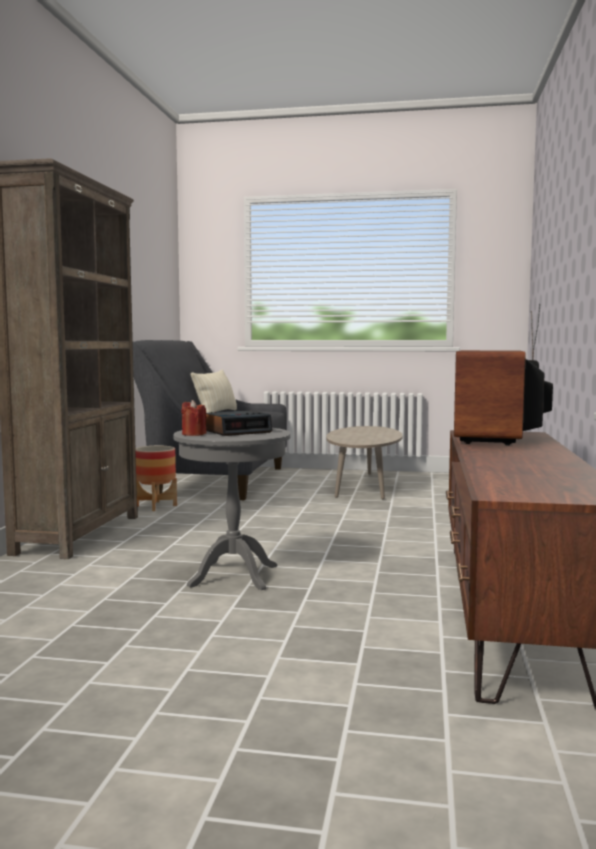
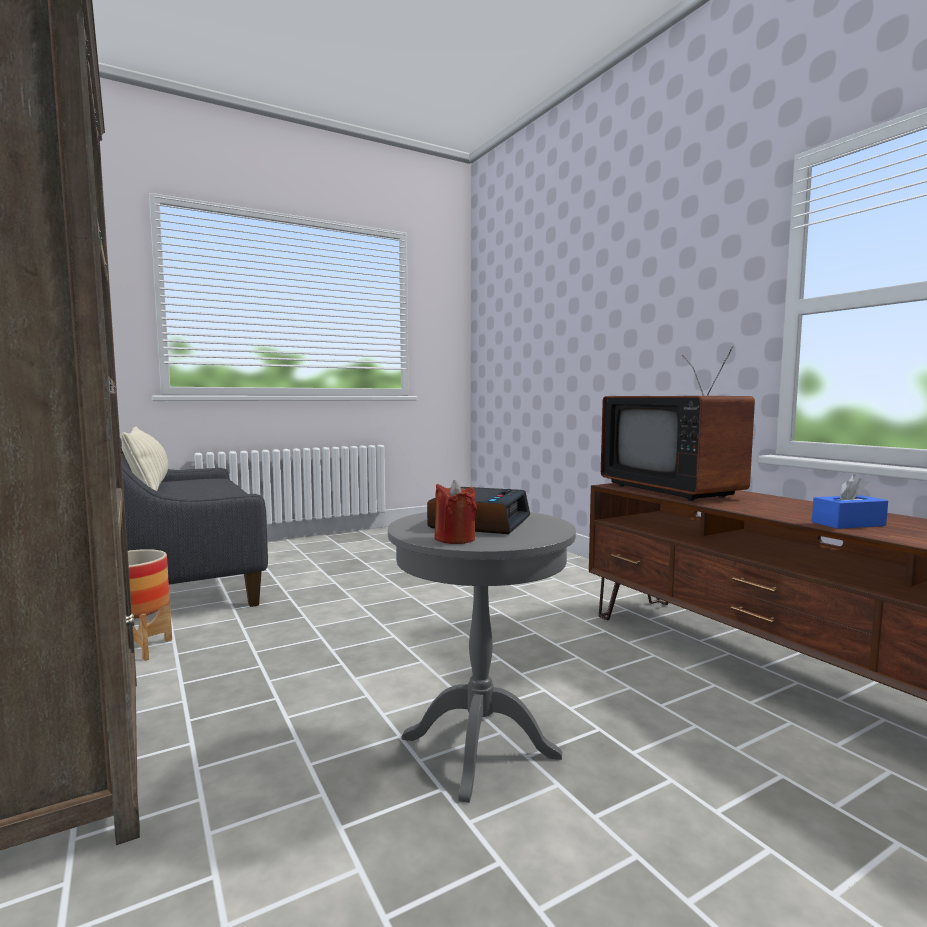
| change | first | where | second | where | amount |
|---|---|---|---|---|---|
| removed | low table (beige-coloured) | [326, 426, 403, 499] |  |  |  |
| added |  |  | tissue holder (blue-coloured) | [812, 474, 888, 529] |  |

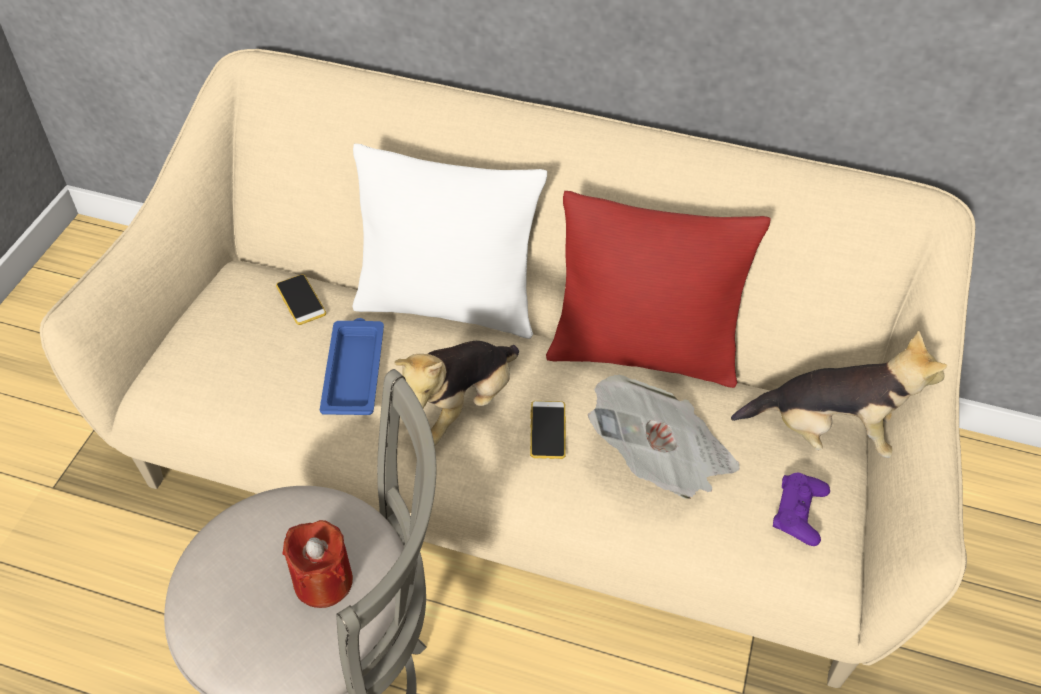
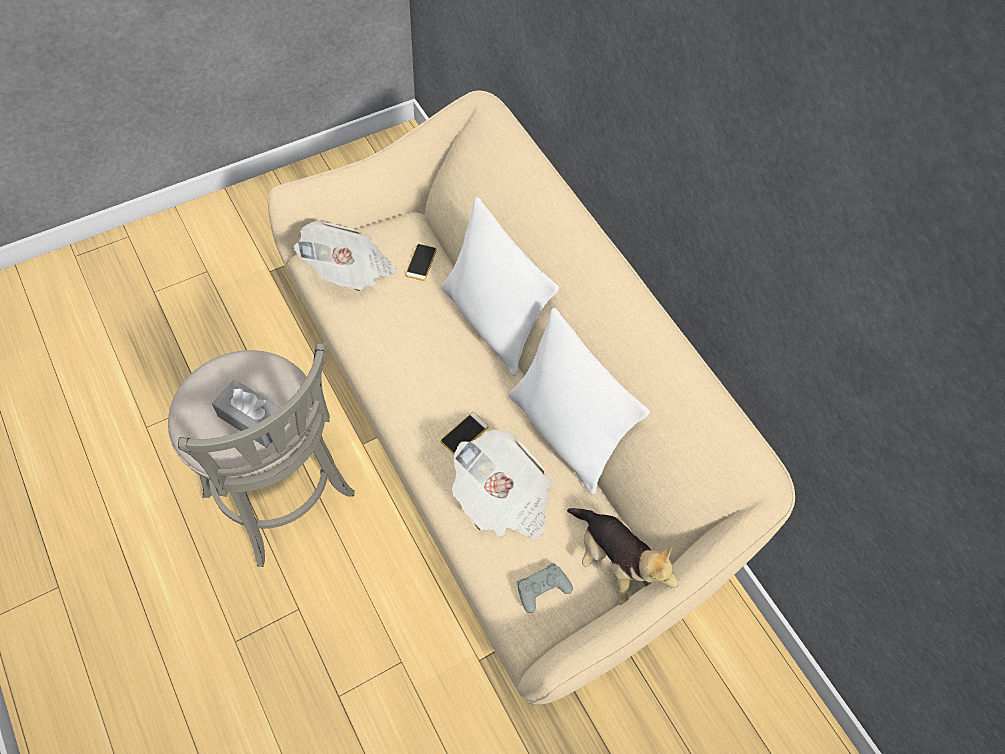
| change | first | where | second | where | amount |
|---|---|---|---|---|---|
| recoloured | cushion (red) | [546, 191, 771, 388] | cushion (whitish) | [508, 307, 650, 495] |  |
| removed | serving tray (blue-coloured) | [320, 318, 384, 415] |  |  |  |
| removed | plush toy | [394, 341, 519, 445] |  |  |  |
| recoloured | game controller (purple) | [773, 473, 830, 546] | game controller (gray) | [517, 563, 573, 613] |  |
| replaced | candle (red) | [282, 520, 353, 608] | tissue holder (gray) | [212, 379, 288, 448] |  |
| added |  |  | newspaper | [293, 221, 397, 291] |  |

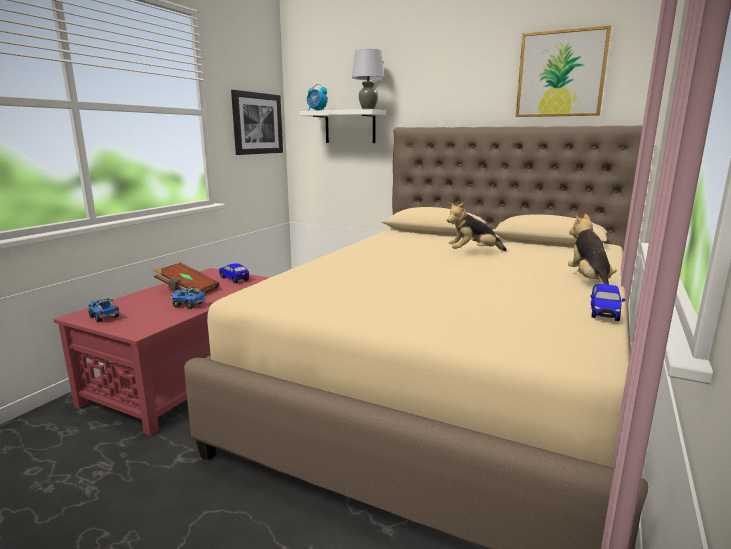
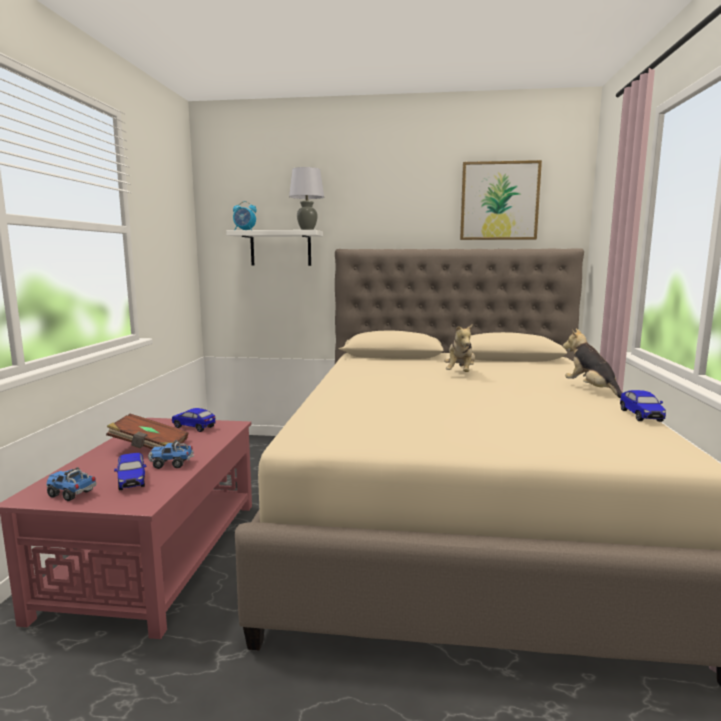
| change | first | where | second | where | amount |
|---|---|---|---|---|---|
| removed | wall picture | [231, 90, 283, 155] |  |  |  |
| turned | plush toy | [447, 202, 507, 251] |  | [444, 324, 475, 372] | 45 degrees counterclockwise |
| added |  |  | toy car | [114, 453, 146, 491] |  |

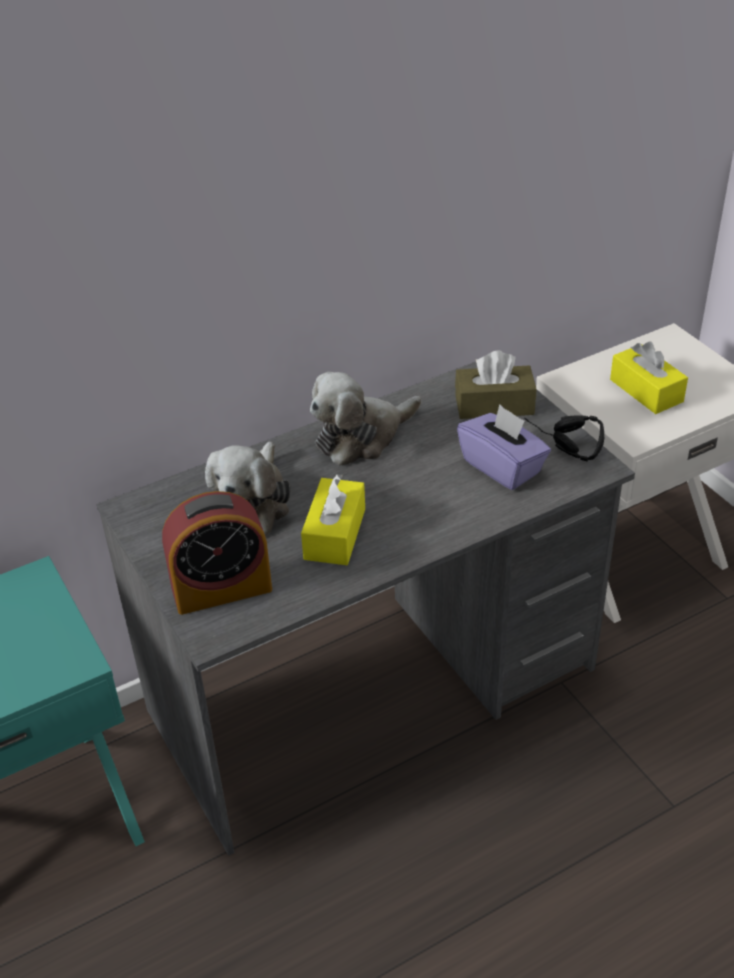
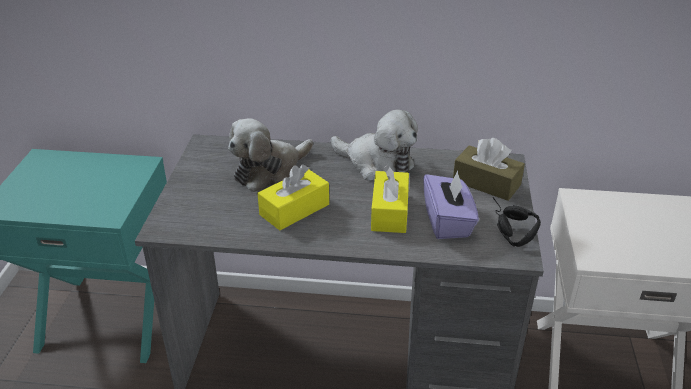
| change | first | where | second | where | amount |
|---|---|---|---|---|---|
| moved | tissue holder (yellowish) | [610, 341, 688, 414] |  | [371, 165, 409, 233] |  |
| turned | plush toy | [310, 372, 421, 466] |  | [331, 109, 418, 181] | 150 degrees counterclockwise |
| removed | alarm clock | [162, 491, 272, 615] |  |  |  |

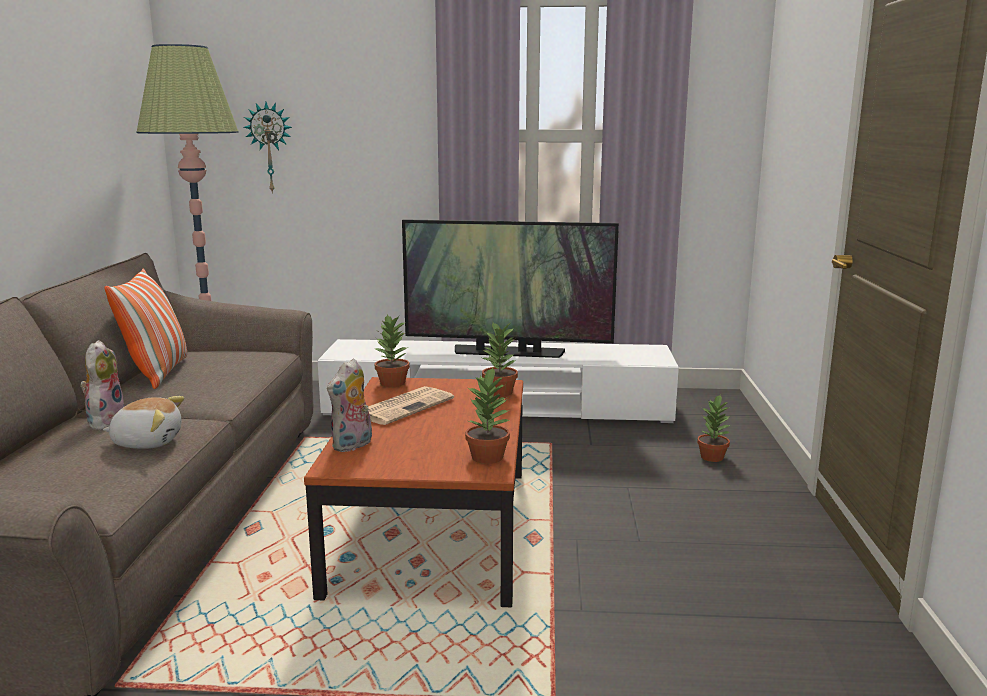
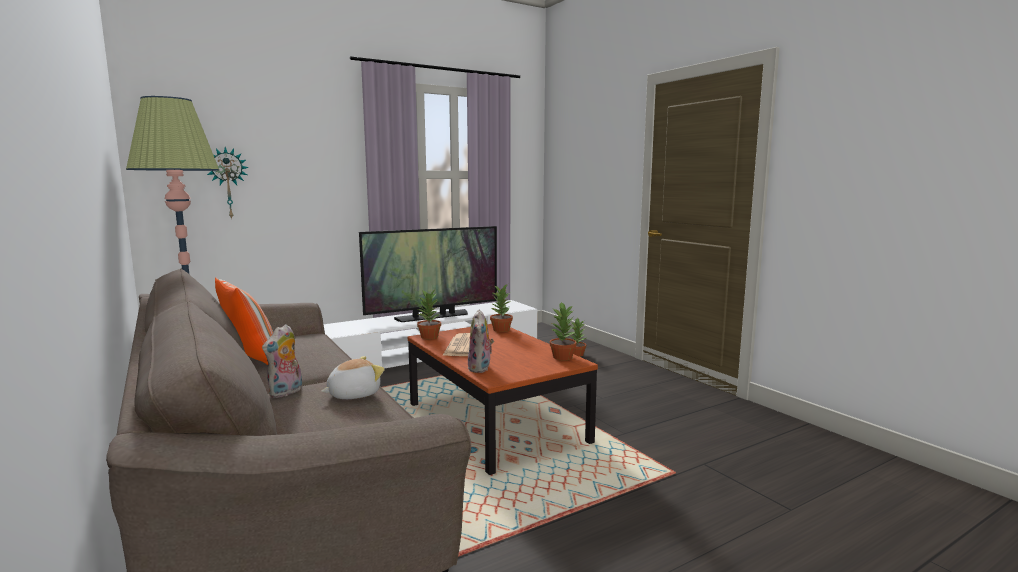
| change | first | where | second | where | amount |
|---|---|---|---|---|---|
| turned | plush toy | [80, 340, 124, 430] |  | [262, 324, 302, 398] | 120 degrees counterclockwise |

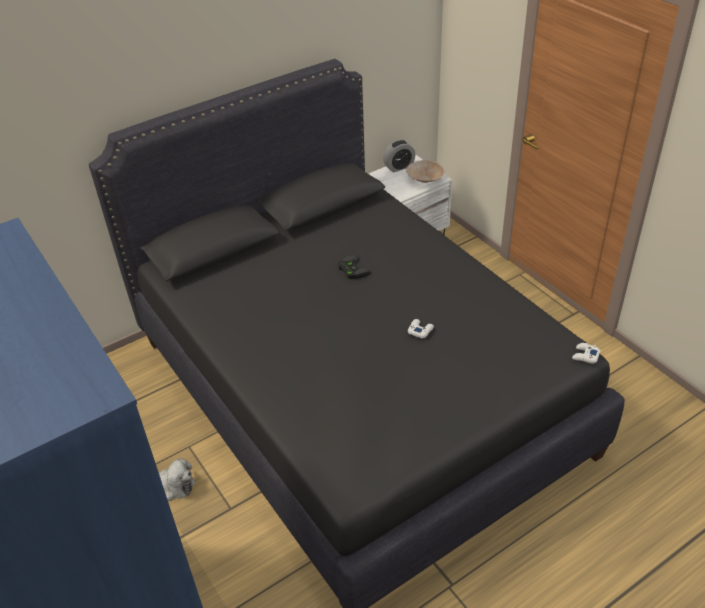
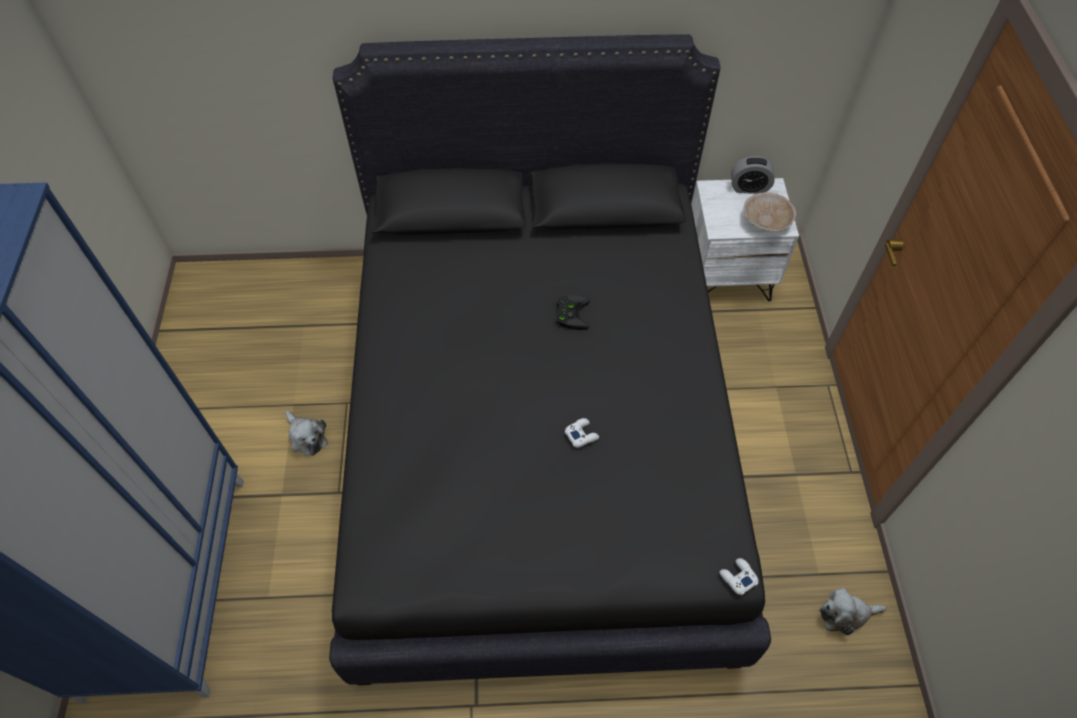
| change | first | where | second | where | amount |
|---|---|---|---|---|---|
| added |  |  | plush toy | [820, 588, 887, 635] |  |

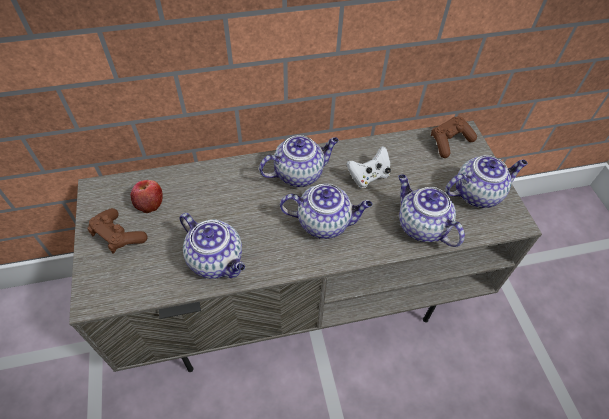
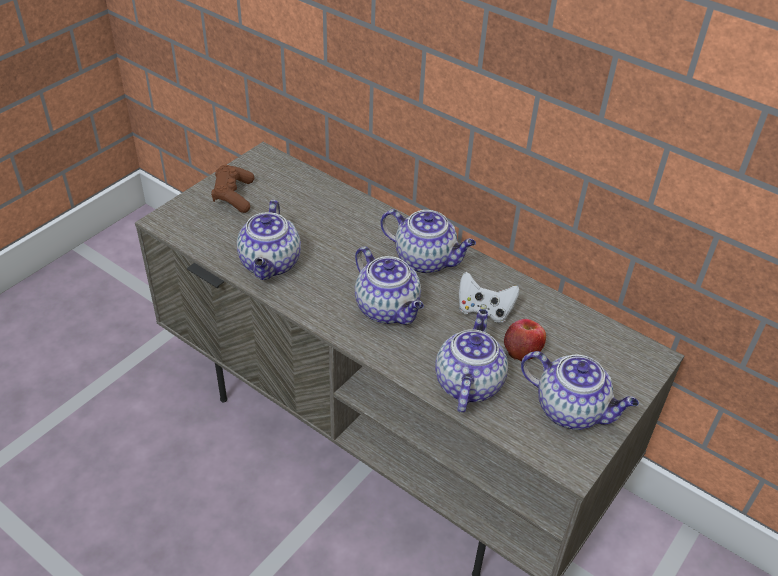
| change | first | where | second | where | amount |
|---|---|---|---|---|---|
| removed | game controller (brown-coloured) | [431, 116, 477, 158] |  |  |  |
| moved | apple | [131, 180, 163, 213] |  | [504, 319, 546, 361] |  |

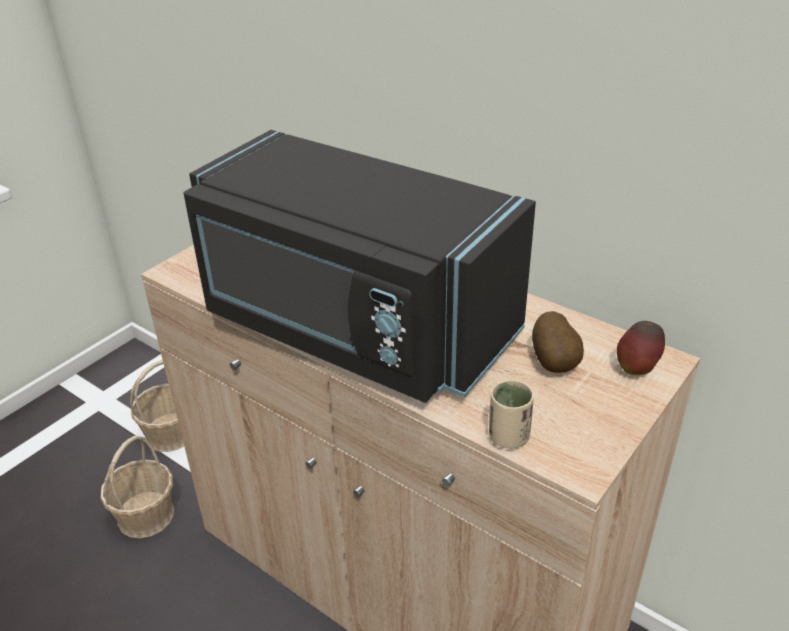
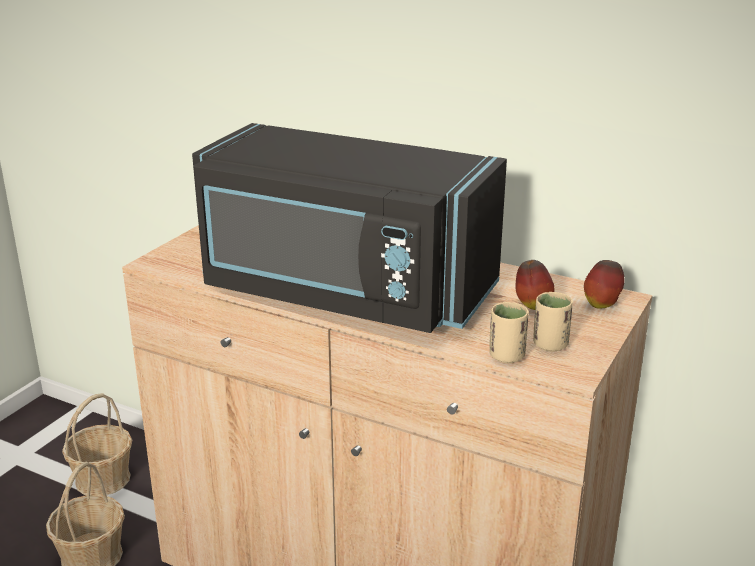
| change | first | where | second | where | amount |
|---|---|---|---|---|---|
| replaced | spud | [532, 311, 584, 373] | apple | [515, 260, 554, 310] |  |
| added |  |  | small cup (beige-coloured) | [533, 292, 573, 352] |  |

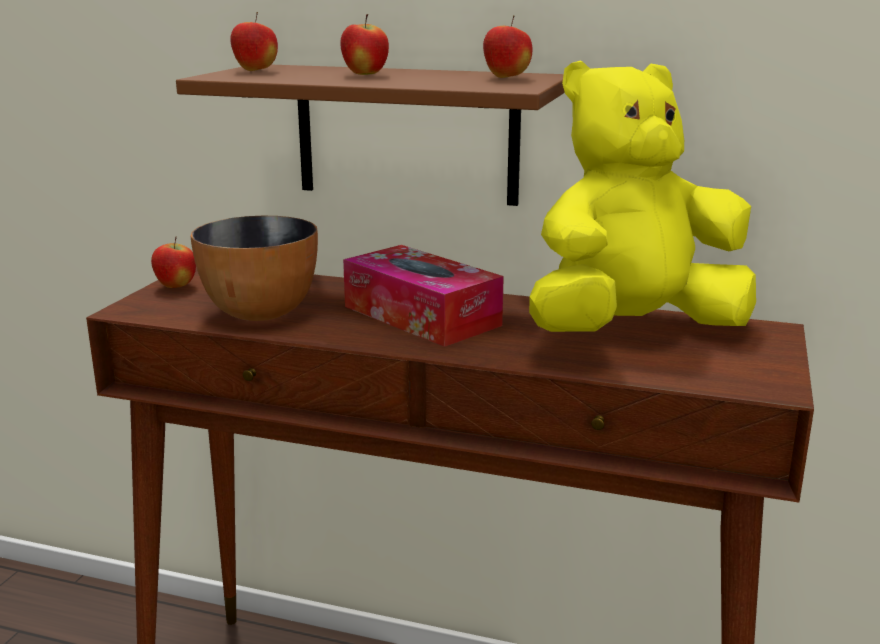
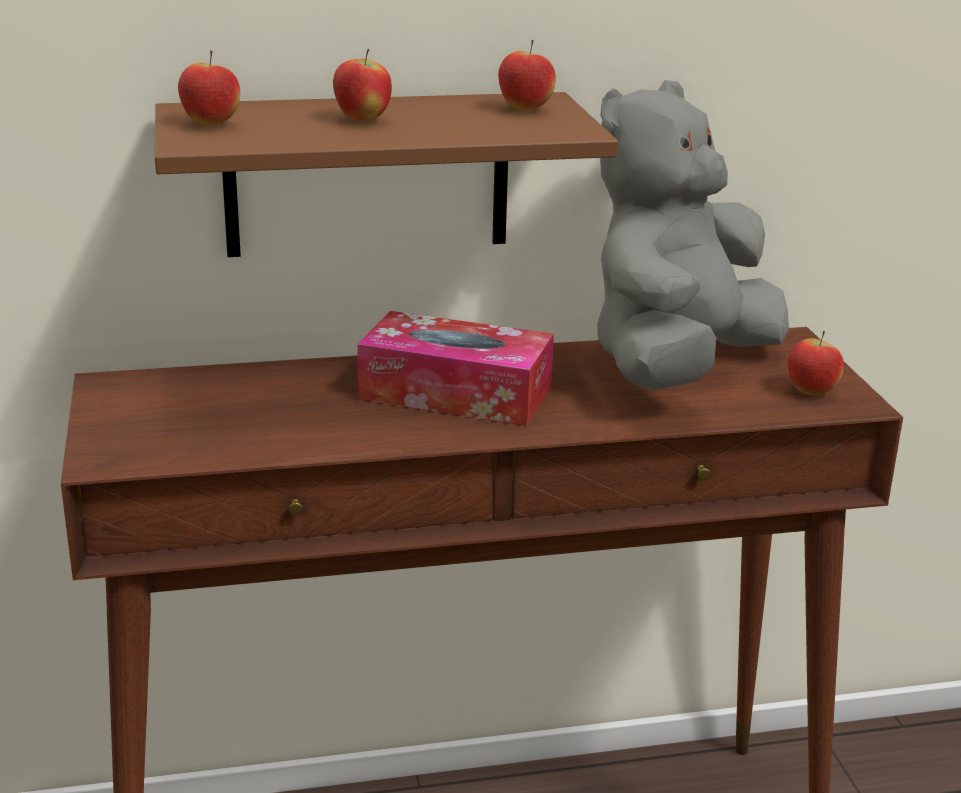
| change | first | where | second | where | amount |
|---|---|---|---|---|---|
| recoloured | plush toy (yellowish) | [529, 60, 756, 332] | plush toy (gray) | [597, 80, 789, 390] |  |
| removed | serving bowl | [191, 216, 318, 321] |  |  |  |
| moved | apple | [151, 237, 196, 288] |  | [788, 331, 844, 395] |  |

